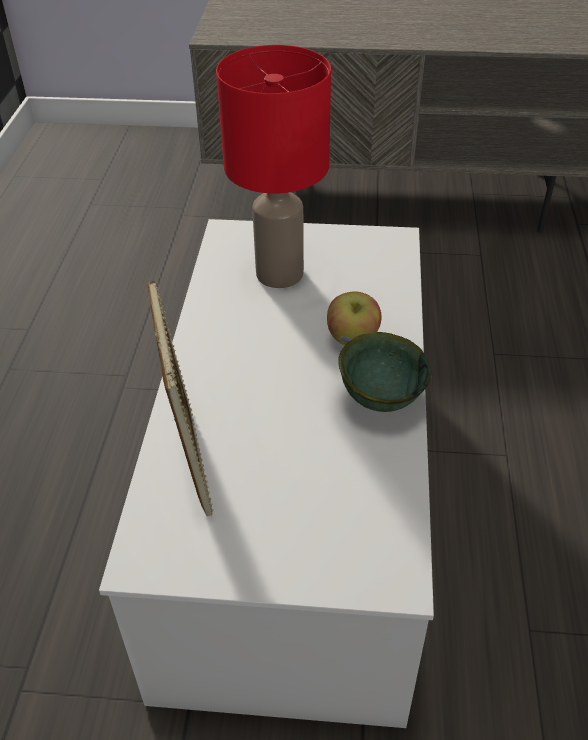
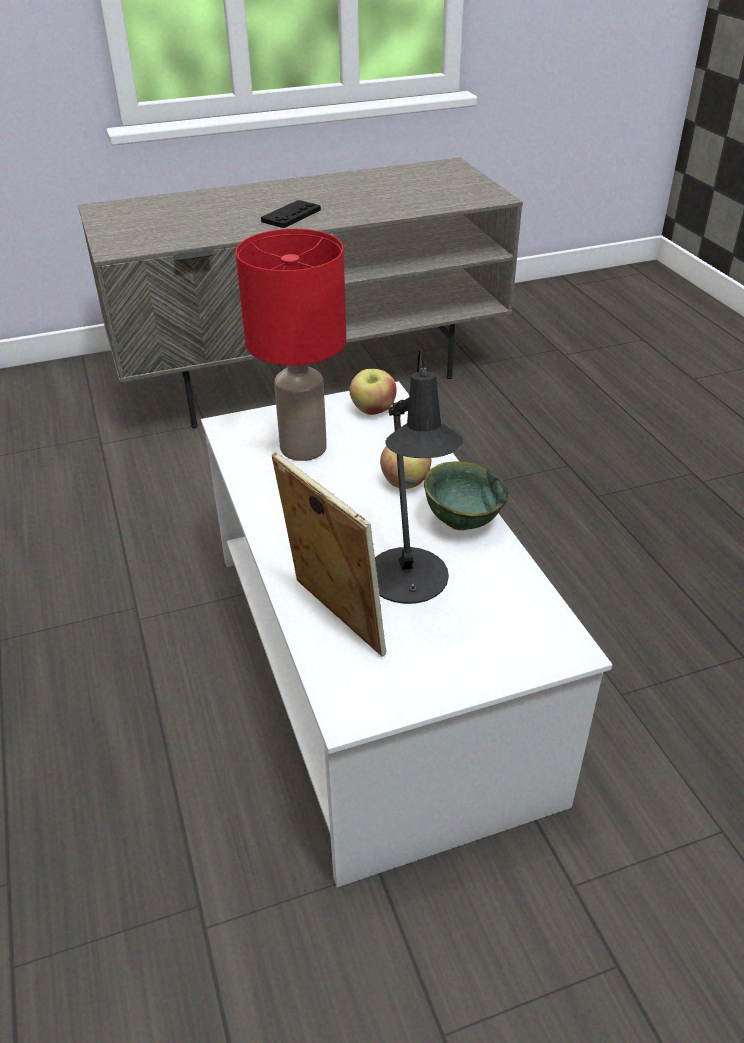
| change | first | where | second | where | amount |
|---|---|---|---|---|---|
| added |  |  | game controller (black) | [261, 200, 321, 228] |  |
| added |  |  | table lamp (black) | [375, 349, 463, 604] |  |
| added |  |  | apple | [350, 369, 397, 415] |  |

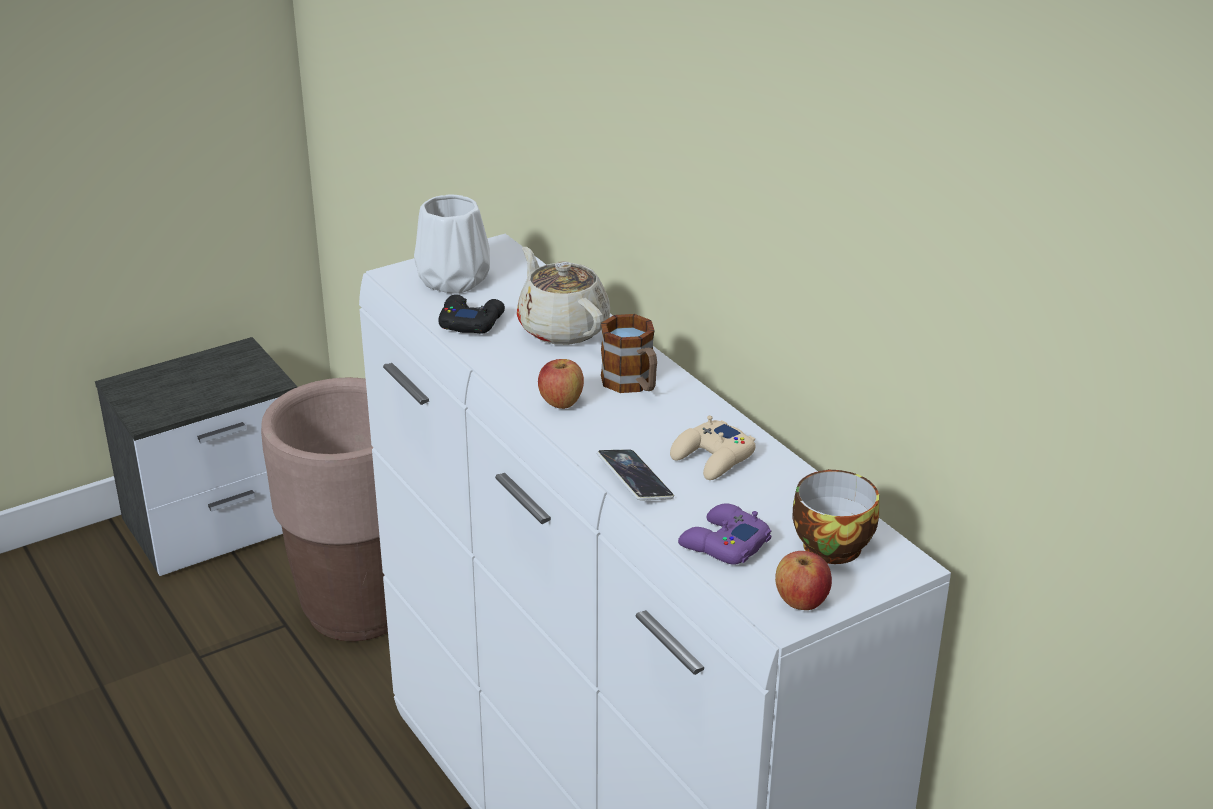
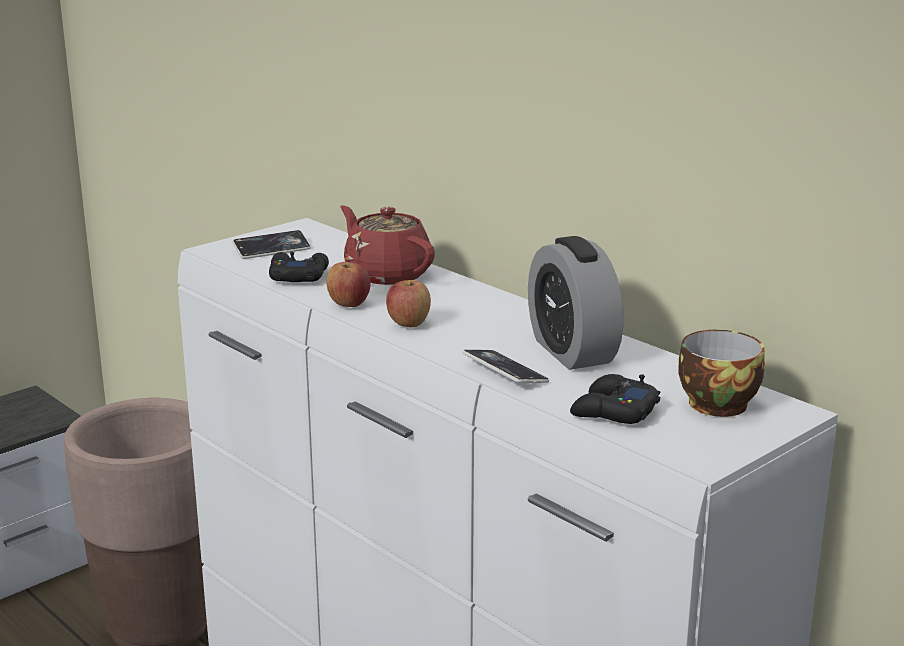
| change | first | where | second | where | amount |
|---|---|---|---|---|---|
| replaced | flower vase (whitish) | [414, 194, 490, 294] | handset | [233, 230, 311, 259] |  |
| recoloured | pot for tea (beige-coloured) | [517, 247, 610, 345] | pot for tea (red) | [340, 205, 435, 285] |  |
| removed | mug | [601, 314, 657, 393] |  |  |  |
| replaced | game controller (beige-coloured) | [670, 416, 756, 480] | alarm clock | [528, 236, 623, 370] |  |
| recoloured | game controller (purple) | [678, 503, 772, 565] | game controller (black) | [570, 374, 660, 424] |  |
| moved | apple | [775, 551, 832, 610] |  | [326, 262, 371, 307] |  |

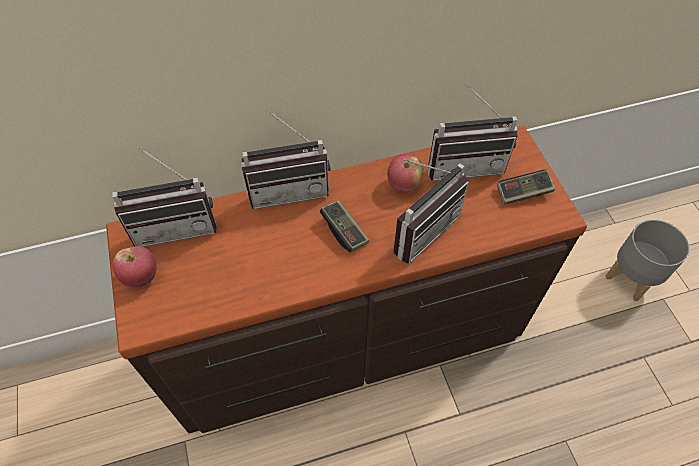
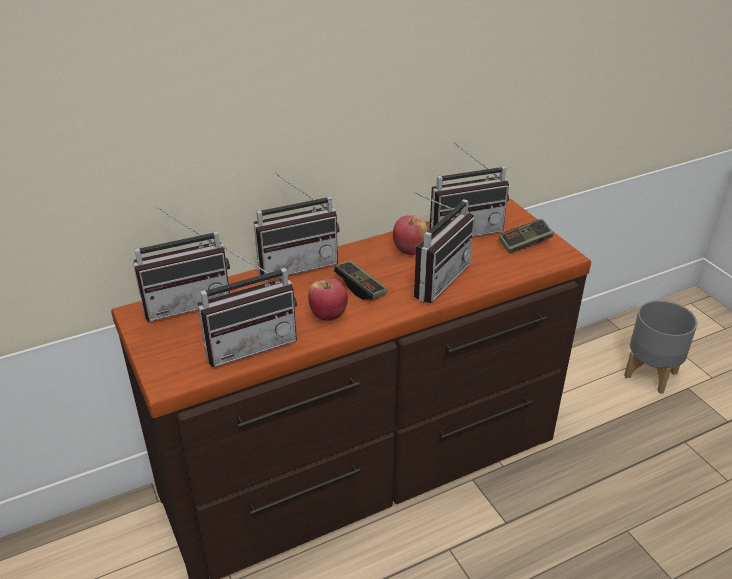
| change | first | where | second | where | amount |
|---|---|---|---|---|---|
| moved | apple | [113, 246, 157, 287] |  | [308, 278, 348, 321] |  |
| added |  |  | radio set | [198, 245, 297, 367] |  |

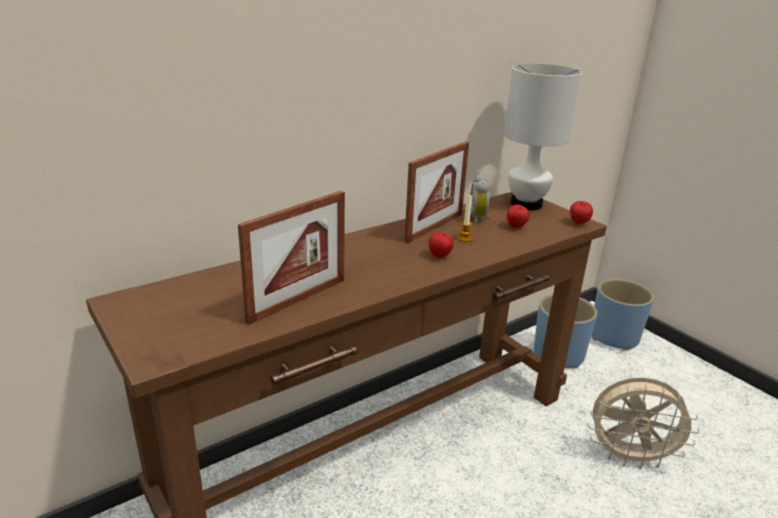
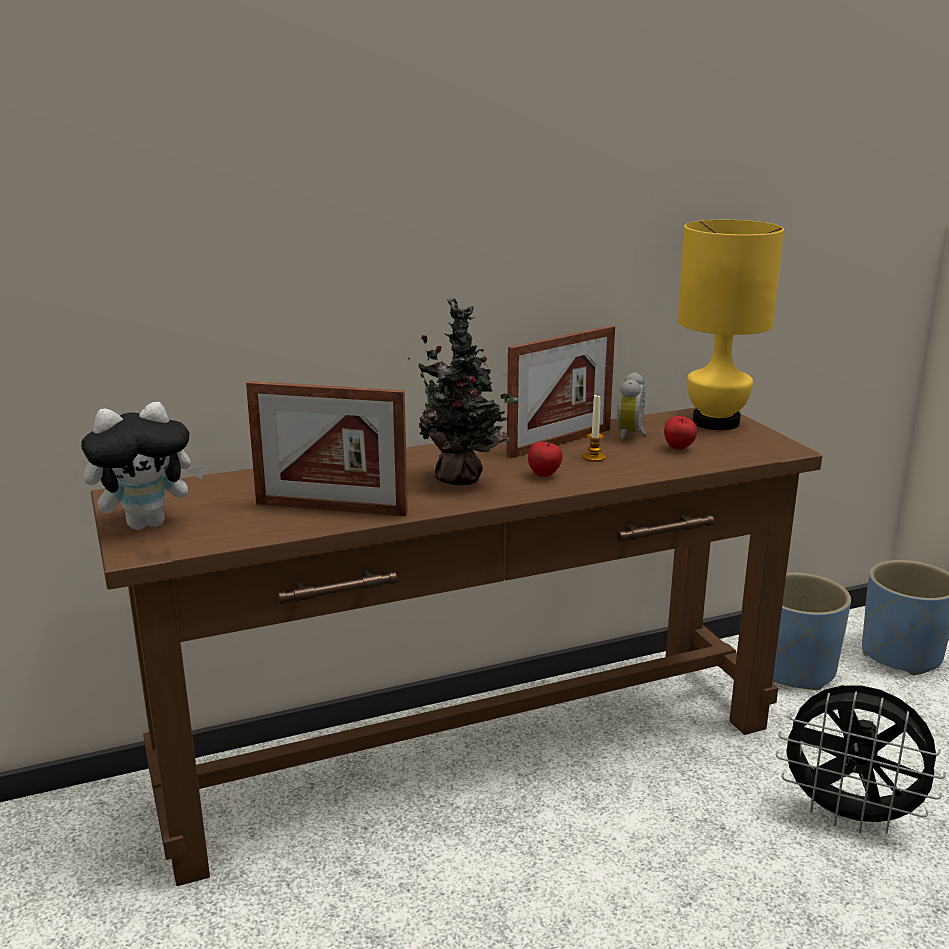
| change | first | where | second | where | amount |
|---|---|---|---|---|---|
| recoloured | table lamp (whitish) | [504, 64, 582, 211] | table lamp (yellowish) | [678, 220, 784, 430] |  |
| turned | photo frame | [238, 191, 345, 325] |  | [246, 381, 408, 516] | 45 degrees clockwise |
| removed | apple | [570, 201, 593, 224] |  |  |  |
| recoloured | fan (beige-coloured) | [588, 377, 700, 469] | fan (black) | [776, 685, 946, 834] |  |
| added |  |  | houseplant | [408, 298, 518, 486] |  |
| added |  |  | plush toy | [81, 402, 205, 530] |  |

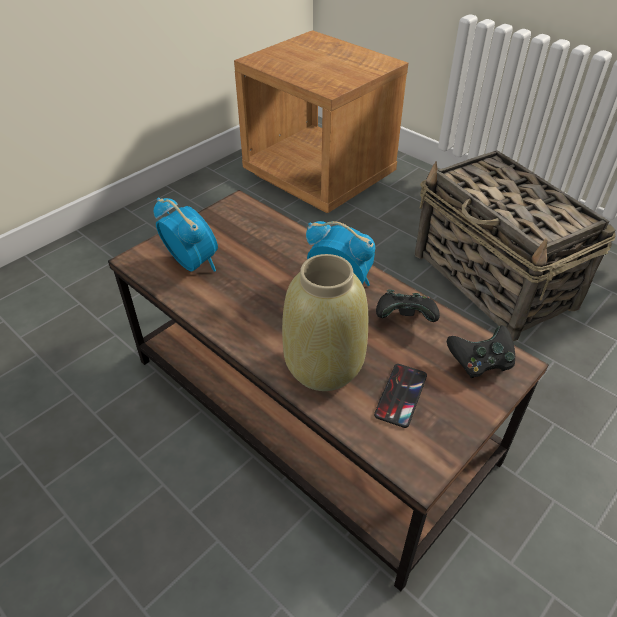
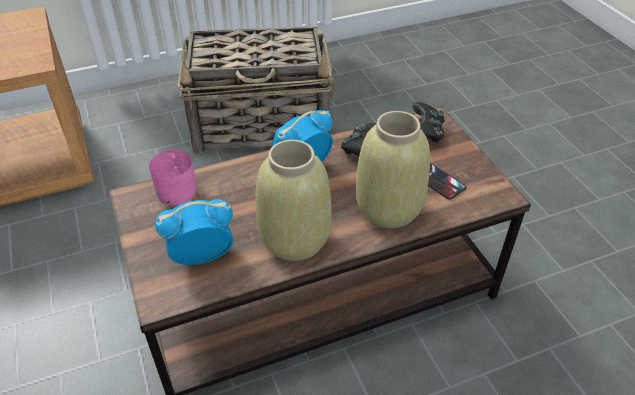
| change | first | where | second | where | amount |
|---|---|---|---|---|---|
| added |  |  | flower vase (beige-coloured) | [255, 140, 331, 261] |  |
| added |  |  | mug (pinkish) | [149, 150, 197, 206] |  |

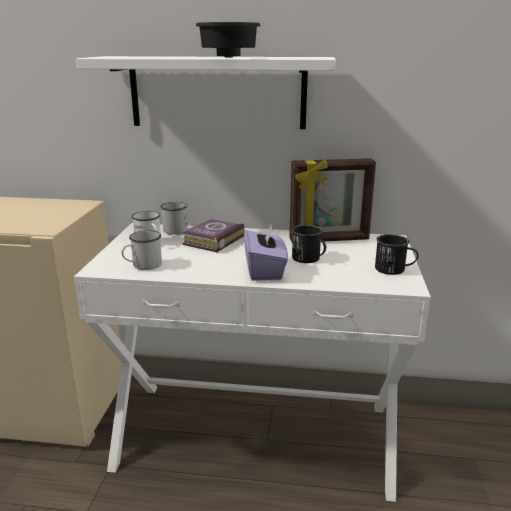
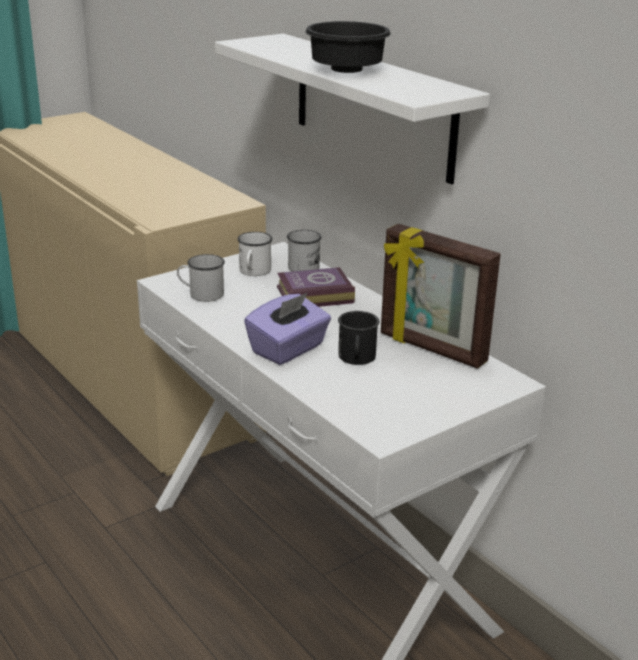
| change | first | where | second | where | amount |
|---|---|---|---|---|---|
| removed | mug (black) | [375, 234, 419, 275] |  |  |  |

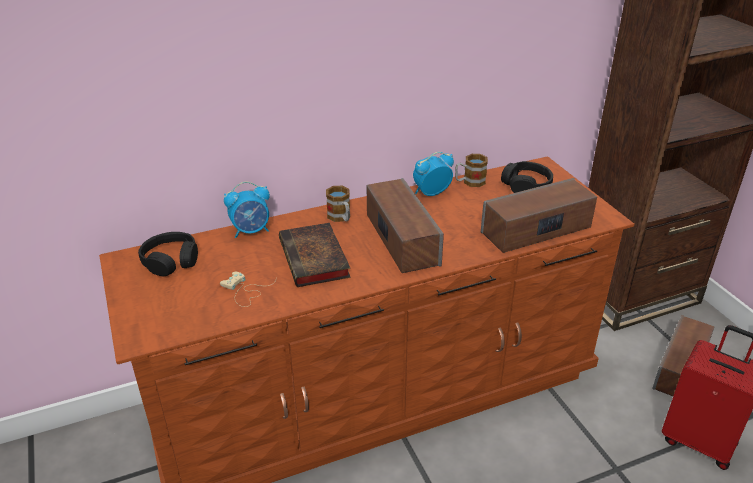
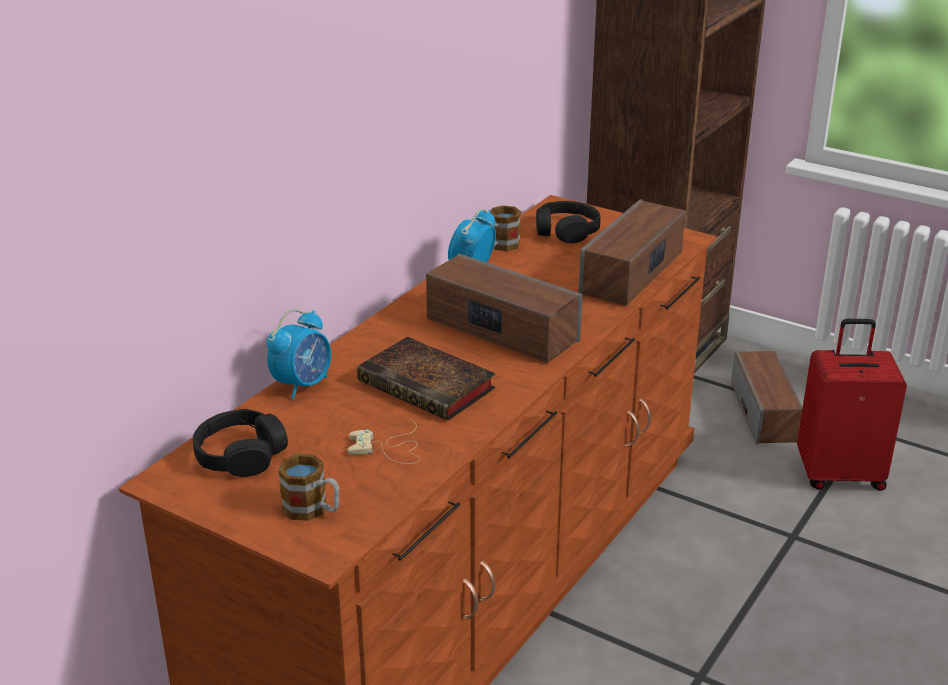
| change | first | where | second | where | amount |
|---|---|---|---|---|---|
| moved | mug | [326, 186, 350, 222] |  | [278, 453, 339, 521] |  |

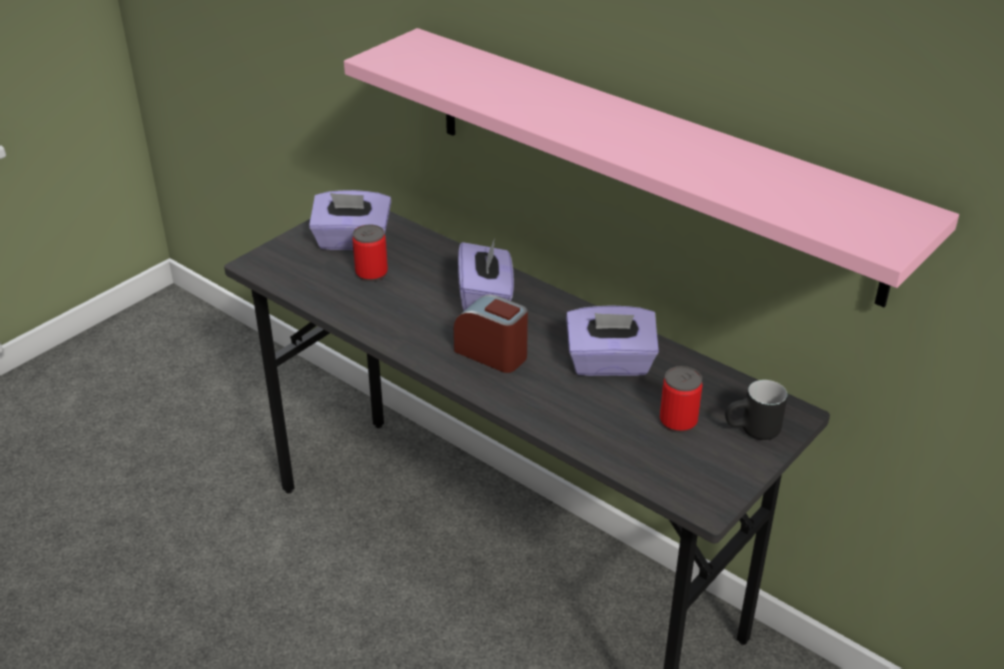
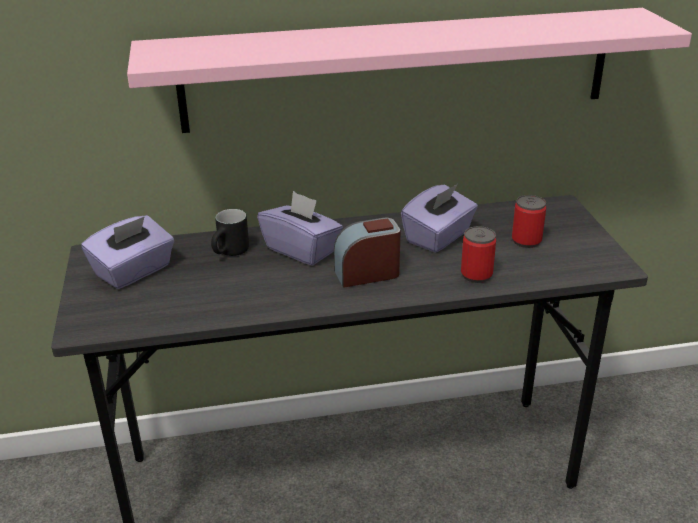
| change | first | where | second | where | amount |
|---|---|---|---|---|---|
| moved | can | [352, 225, 388, 282] |  | [461, 226, 496, 283] |  |
| moved | mug (black) | [725, 380, 787, 440] |  | [211, 209, 249, 256] |  |

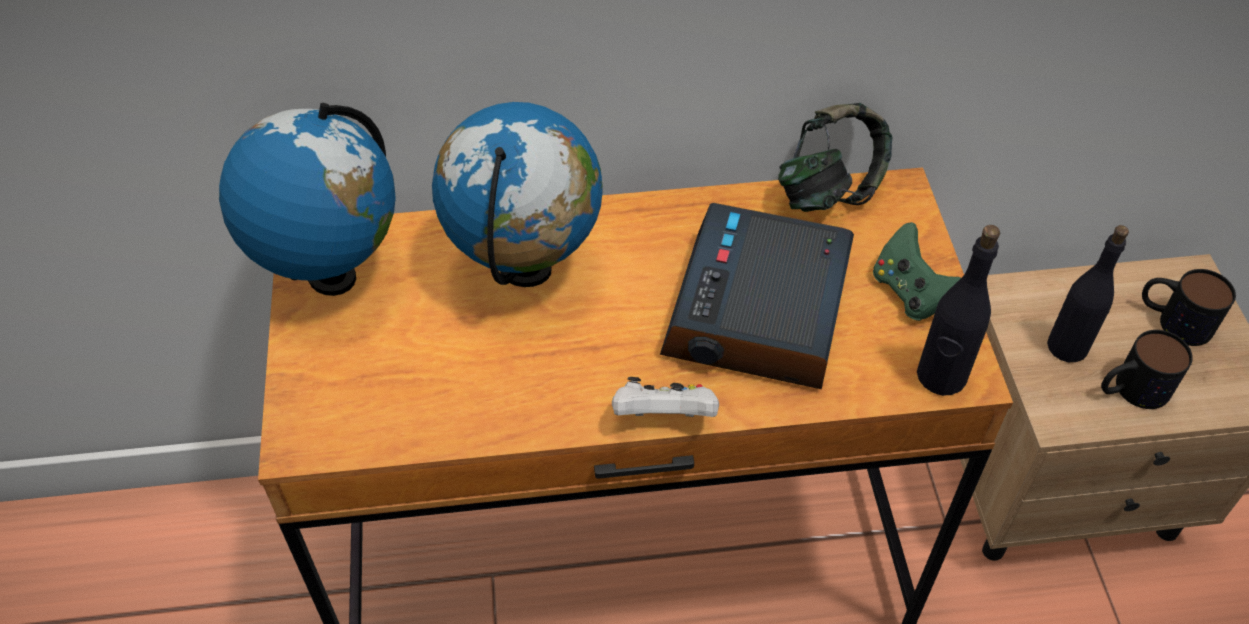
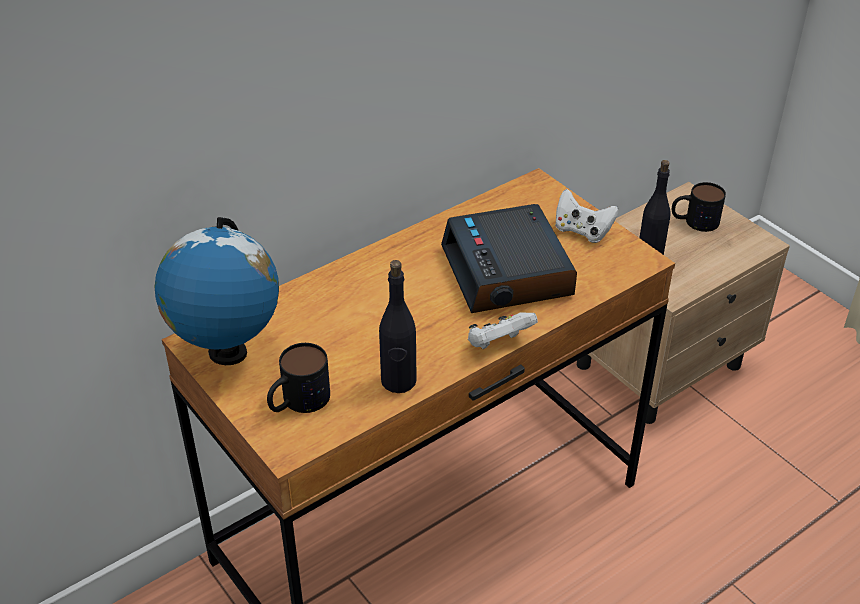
| change | first | where | second | where | amount |
|---|---|---|---|---|---|
| removed | globe | [432, 102, 603, 287] |  |  |  |
| removed | headphones | [778, 103, 892, 212] |  |  |  |
| recoloured | game controller (green) | [873, 222, 961, 321] | game controller (whitish) | [555, 189, 619, 243] |  |
| moved | drink bottle (black) | [917, 225, 1000, 396] |  | [379, 260, 417, 393] |  |
| moved | mug | [1101, 330, 1193, 409] |  | [267, 343, 330, 413] |  |

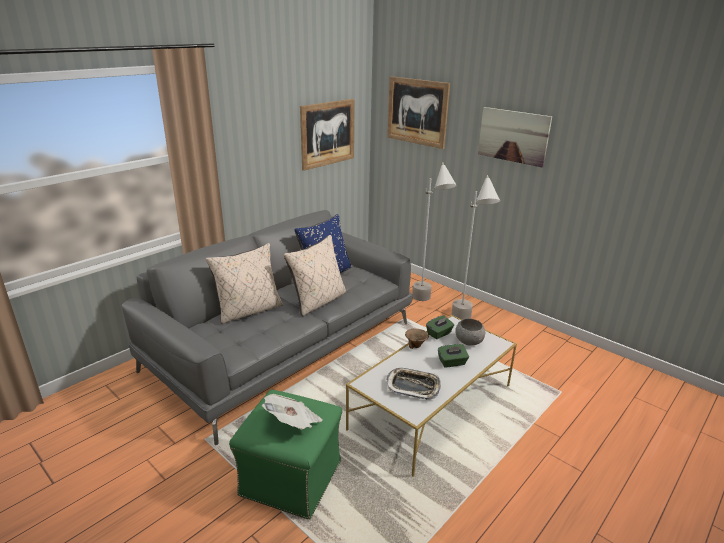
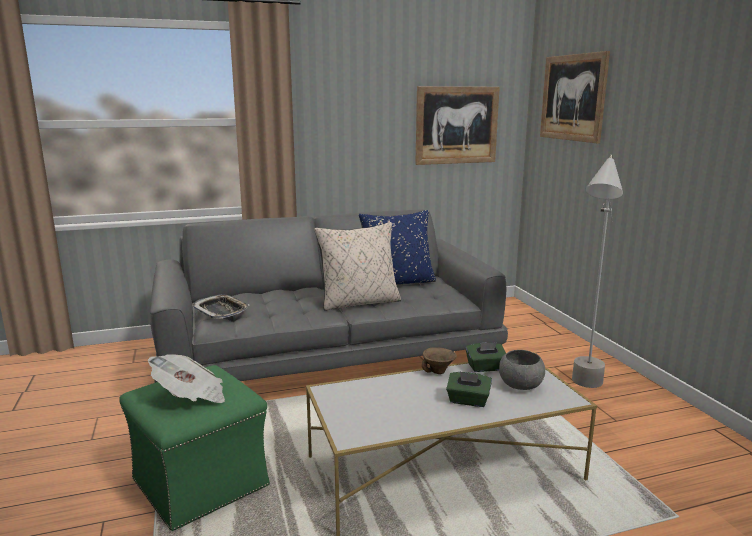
| change | first | where | second | where | amount |
|---|---|---|---|---|---|
| removed | wall picture | [478, 107, 552, 168] |  |  |  |
| removed | standing lamp (gray) | [412, 162, 457, 301] |  |  |  |
| removed | cushion (beige-coloured) | [206, 243, 283, 324] |  |  |  |
| moved | serving tray | [386, 368, 441, 400] |  | [192, 295, 250, 319] |  |

